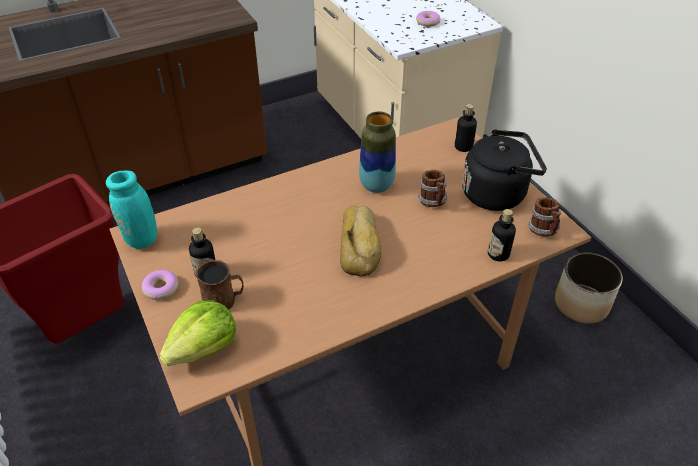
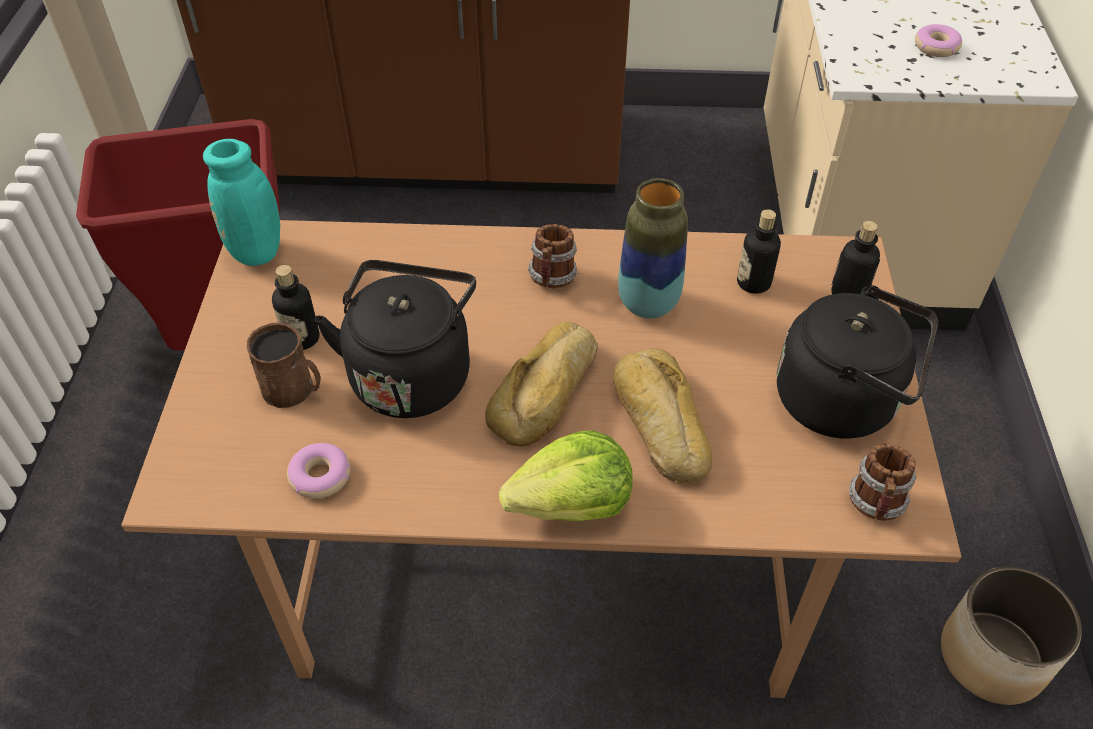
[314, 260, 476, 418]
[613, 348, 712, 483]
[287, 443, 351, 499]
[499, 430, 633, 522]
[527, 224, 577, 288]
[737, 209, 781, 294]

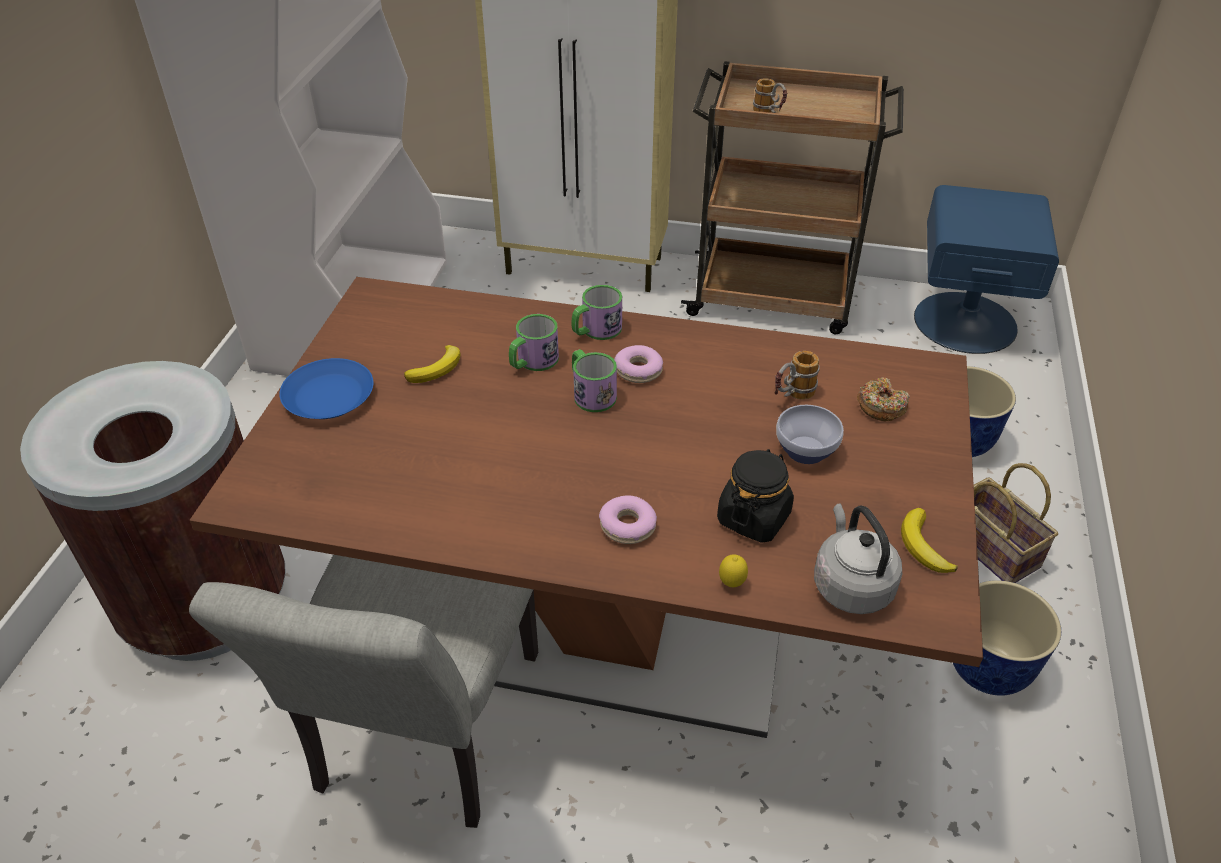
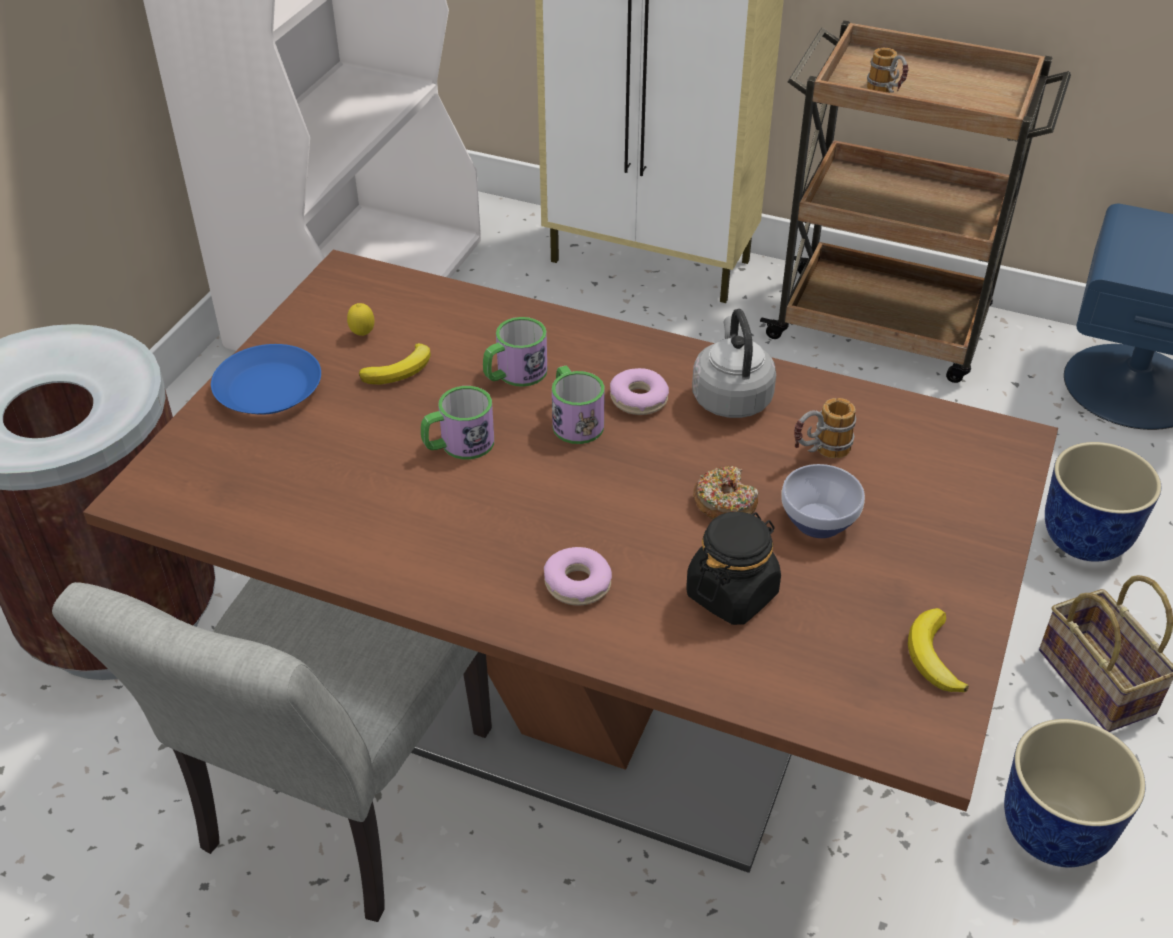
[421, 386, 494, 460]
[347, 303, 374, 336]
[692, 309, 776, 418]
[693, 466, 758, 520]

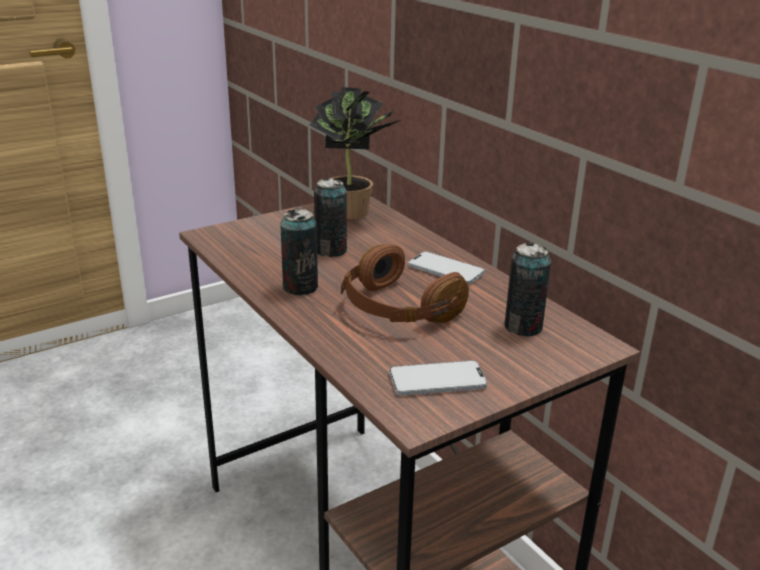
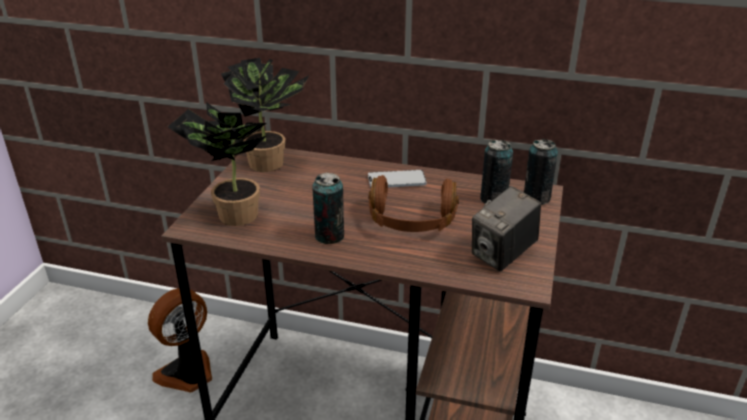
[148, 288, 212, 392]
[168, 102, 267, 226]
[524, 139, 558, 205]
[472, 186, 541, 271]

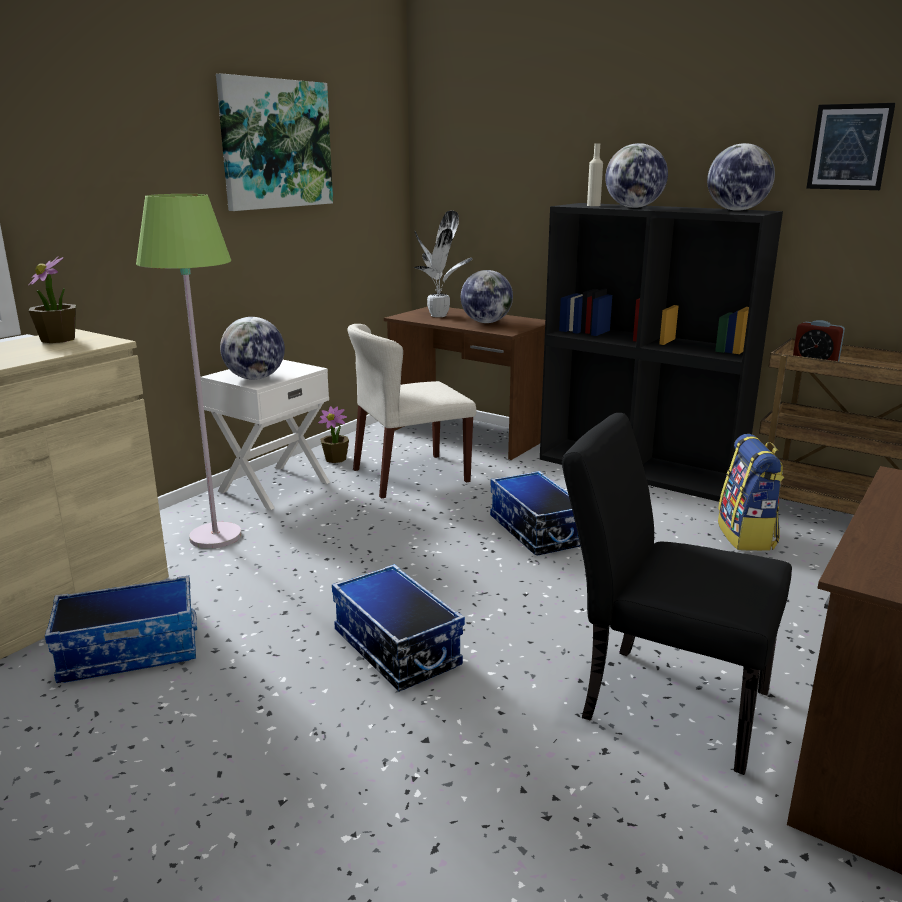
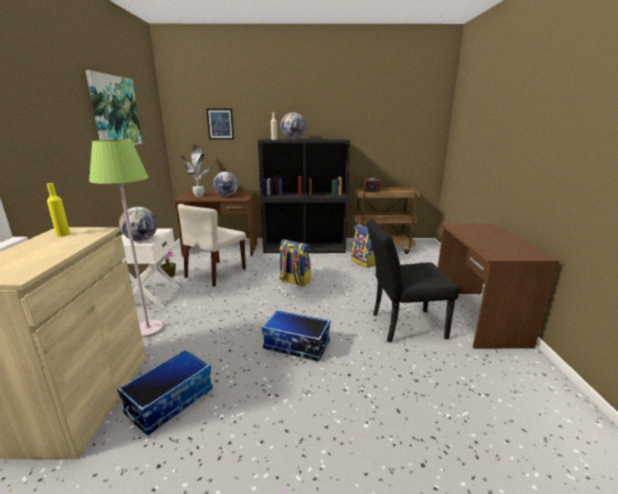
[707, 143, 775, 211] (first image)
[206, 108, 234, 140]
[47, 183, 70, 237]
[279, 239, 311, 287]

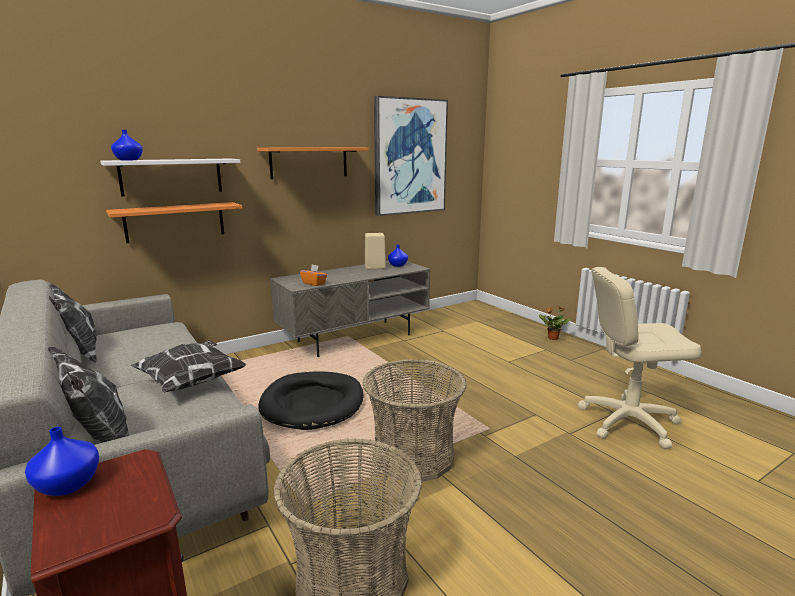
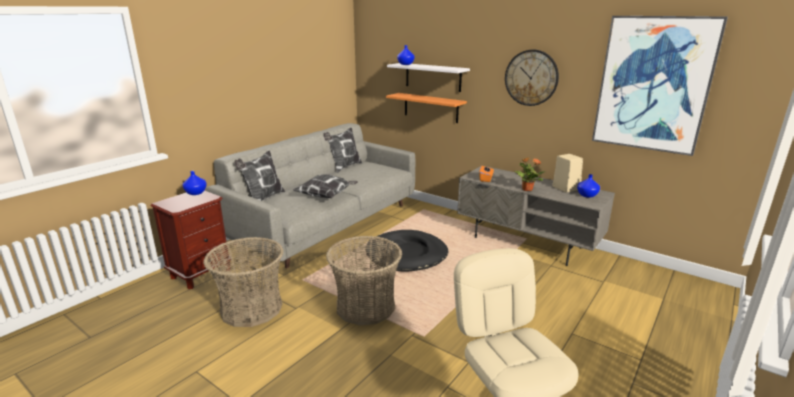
[514, 157, 546, 191]
[505, 50, 559, 106]

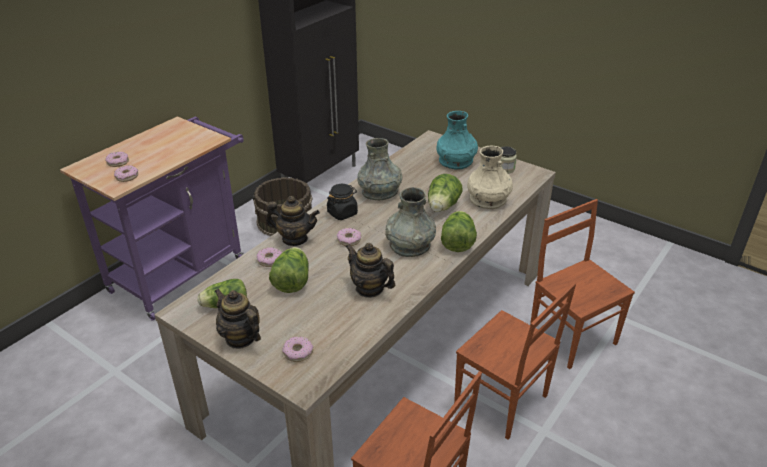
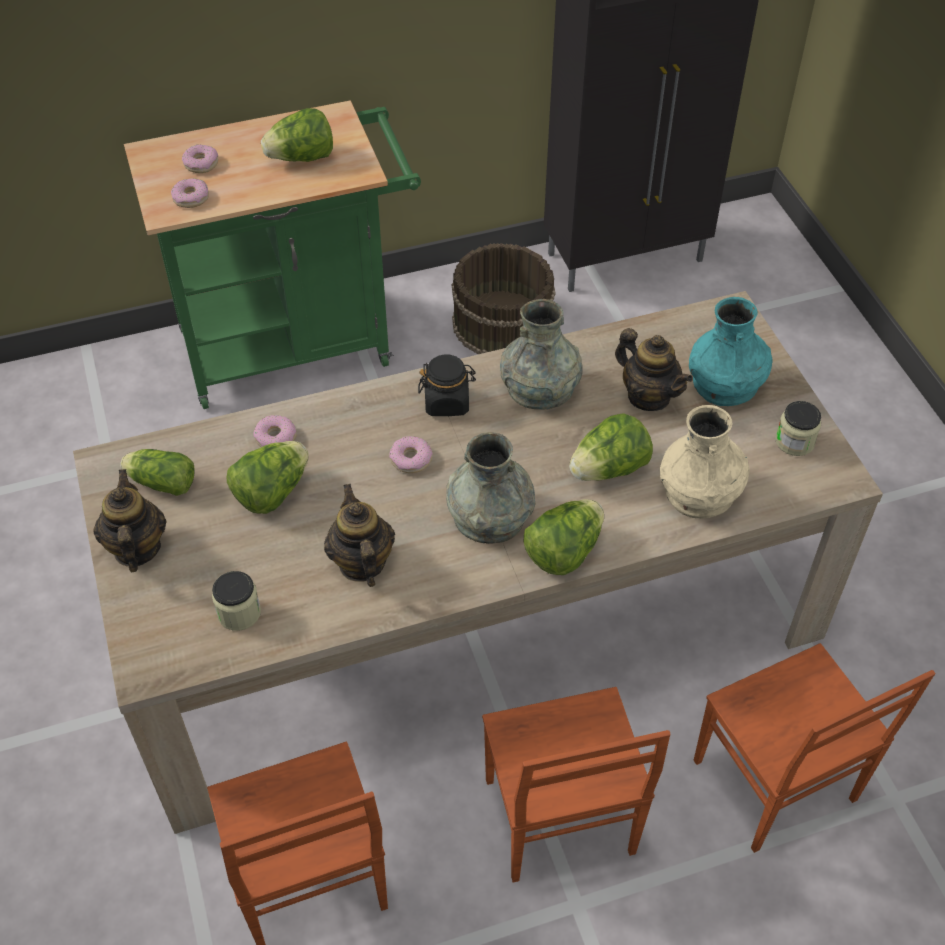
[282, 337, 313, 362] (first image)
[212, 571, 261, 631]
[261, 108, 333, 162]
[615, 328, 693, 411]
[124, 100, 421, 409]
[694, 643, 935, 853]

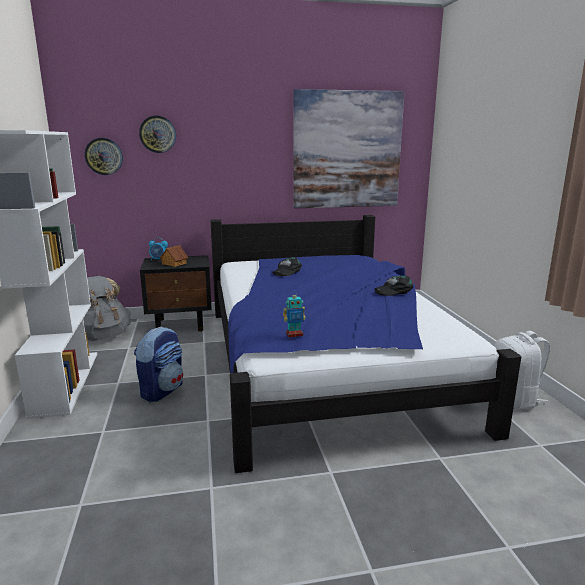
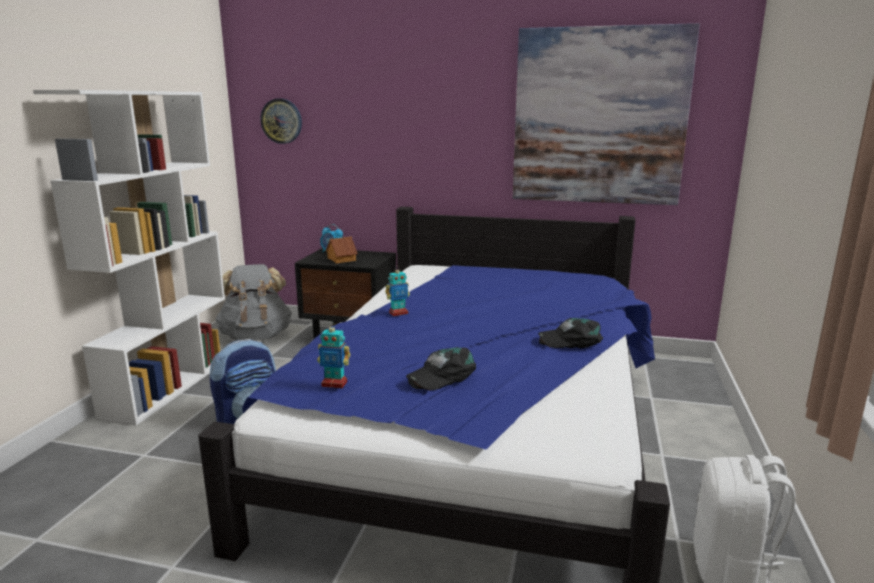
[139, 116, 176, 153] (first image)
[385, 265, 410, 316]
[406, 347, 476, 390]

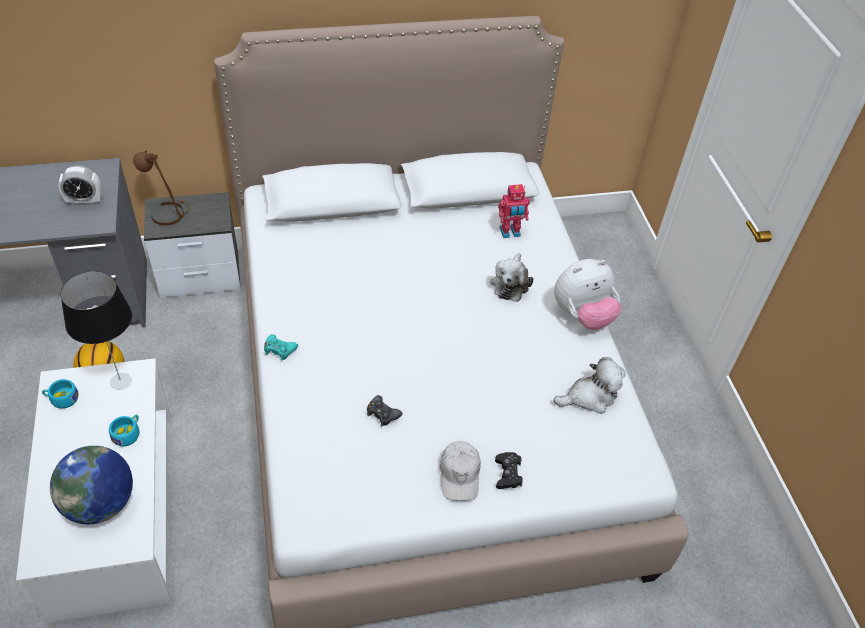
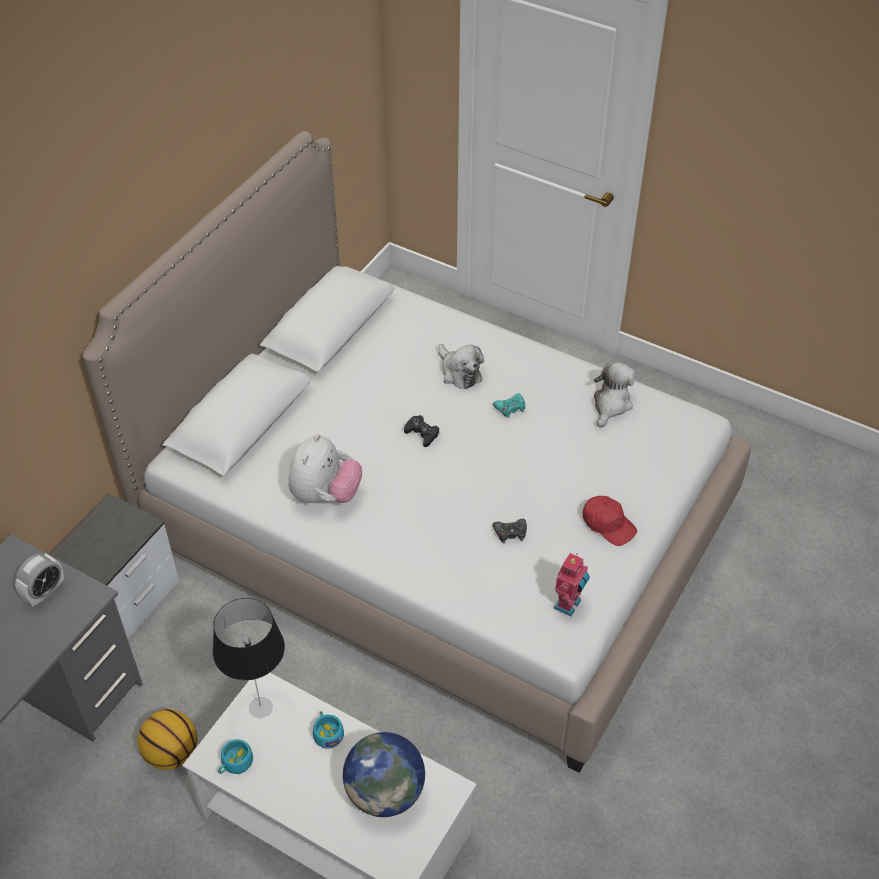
[133, 150, 189, 226] (first image)
[493, 393, 525, 418]
[404, 415, 439, 447]
[553, 553, 590, 616]
[288, 434, 362, 503]
[583, 496, 637, 546]

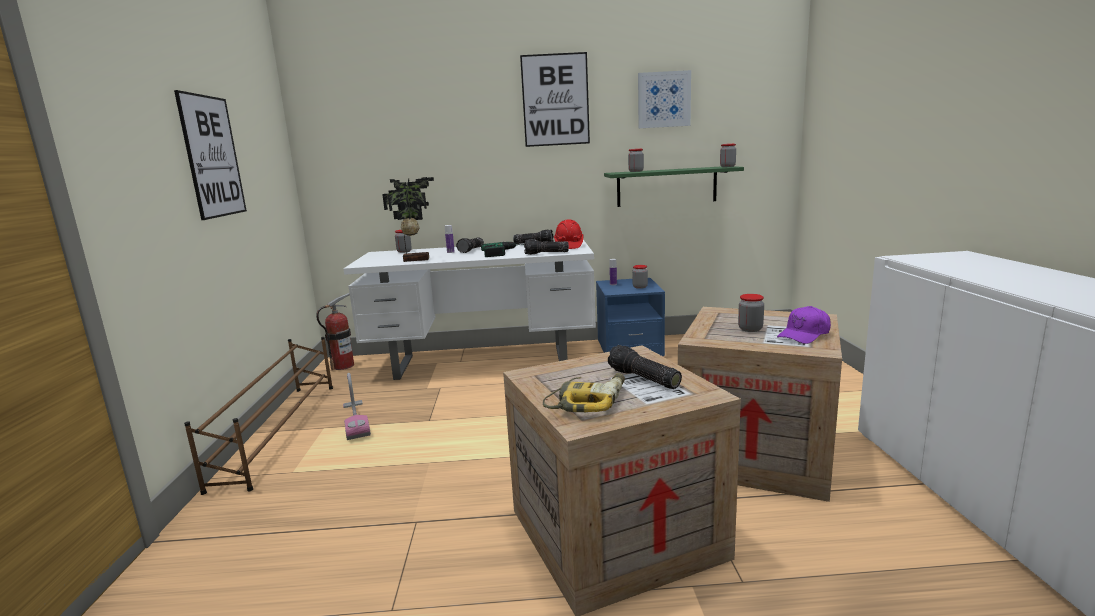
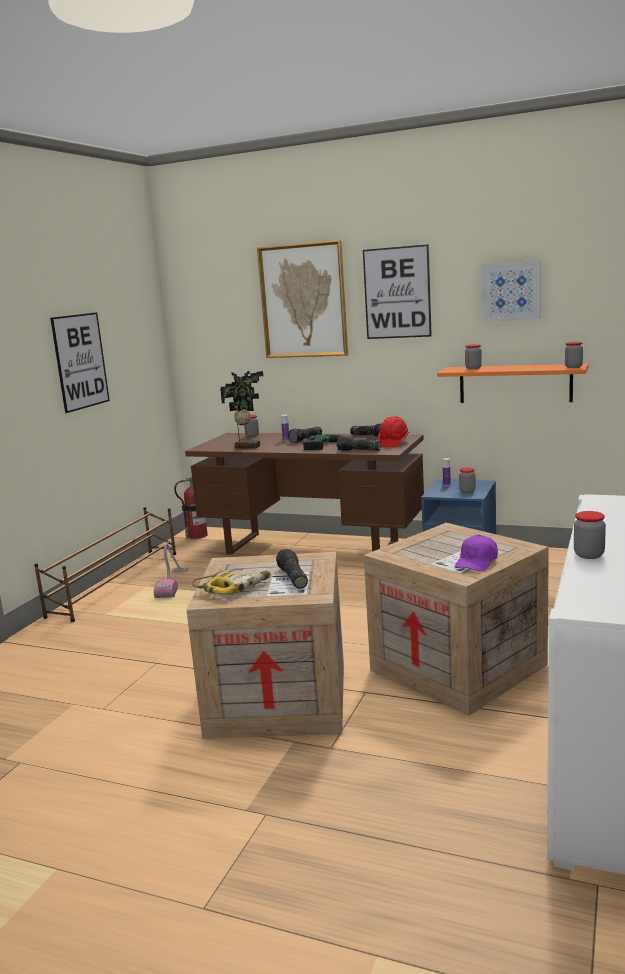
[257, 240, 348, 358]
[574, 511, 606, 559]
[185, 433, 424, 555]
[437, 364, 589, 403]
[455, 535, 498, 572]

